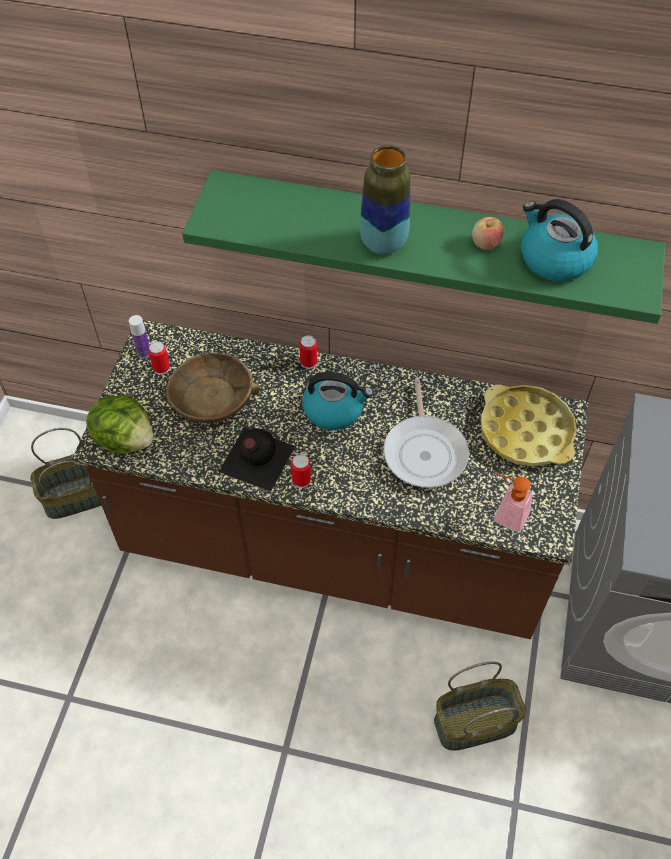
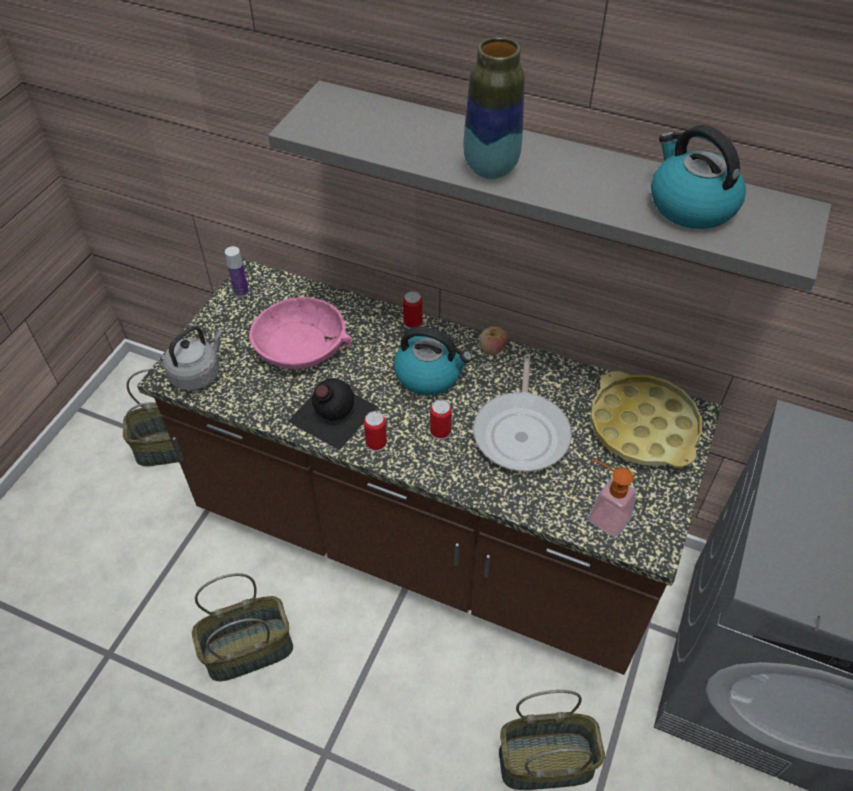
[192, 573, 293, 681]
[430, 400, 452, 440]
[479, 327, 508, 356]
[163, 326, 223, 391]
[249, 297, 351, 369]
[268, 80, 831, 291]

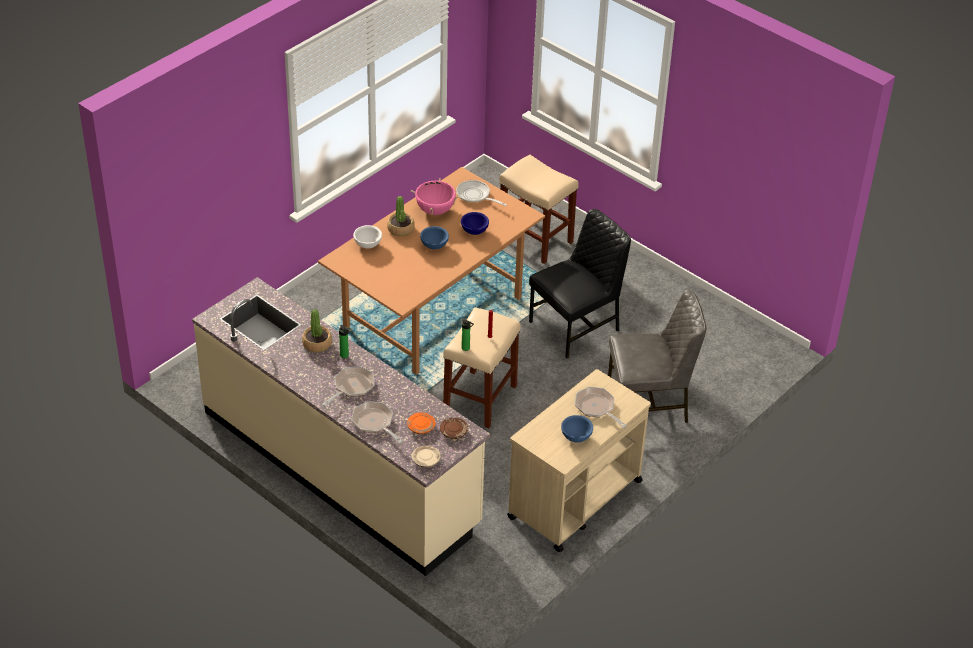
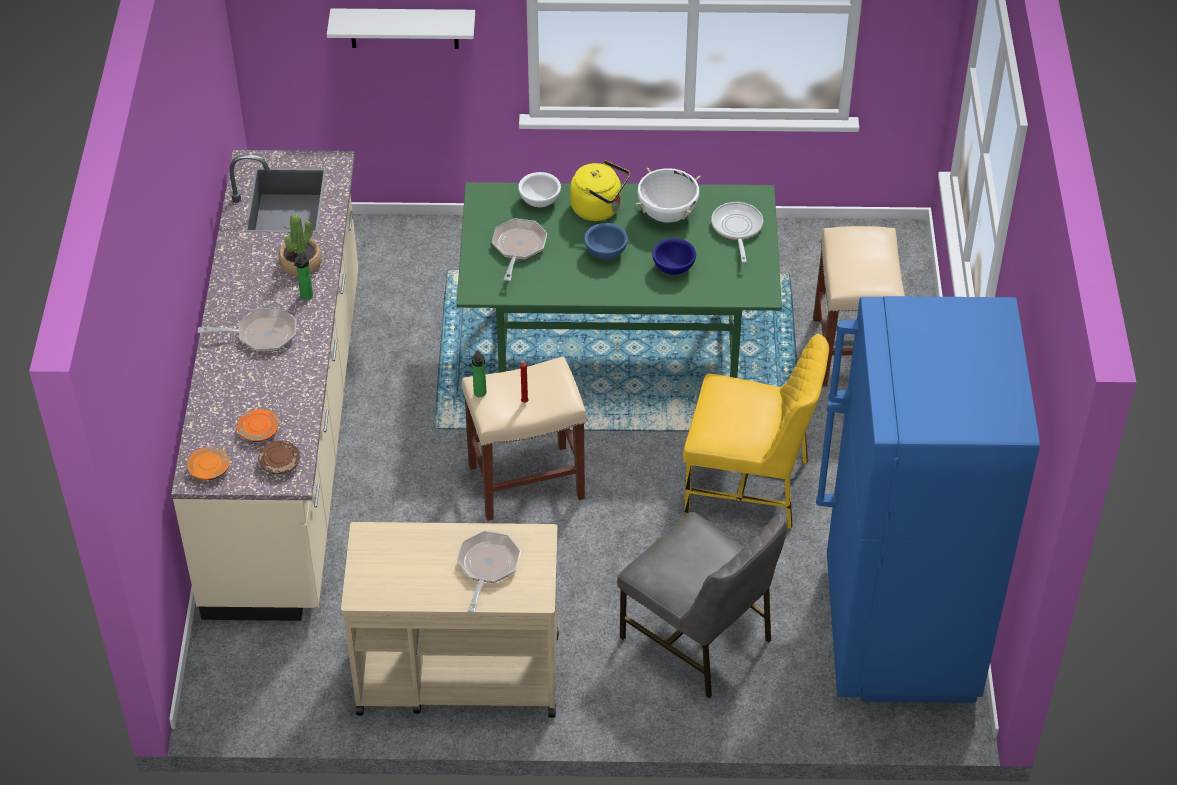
[561, 415, 593, 442] (first image)
[327, 8, 475, 49]
[816, 296, 1040, 703]
[492, 218, 547, 281]
[570, 160, 630, 221]
[456, 182, 782, 378]
[636, 168, 701, 223]
[187, 447, 230, 480]
[683, 334, 829, 529]

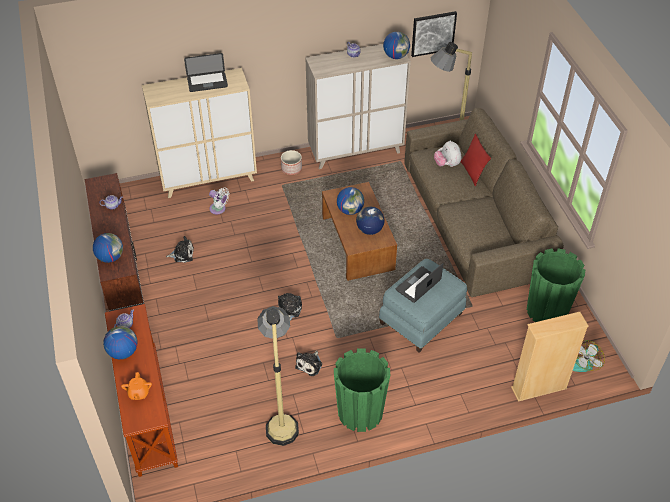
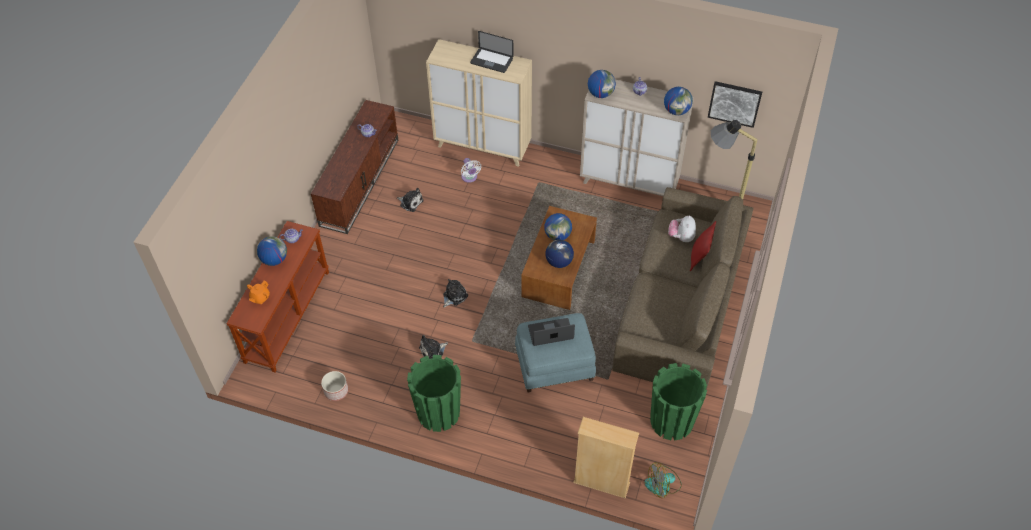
[257, 306, 299, 446] (first image)
[588, 70, 616, 98]
[321, 371, 348, 401]

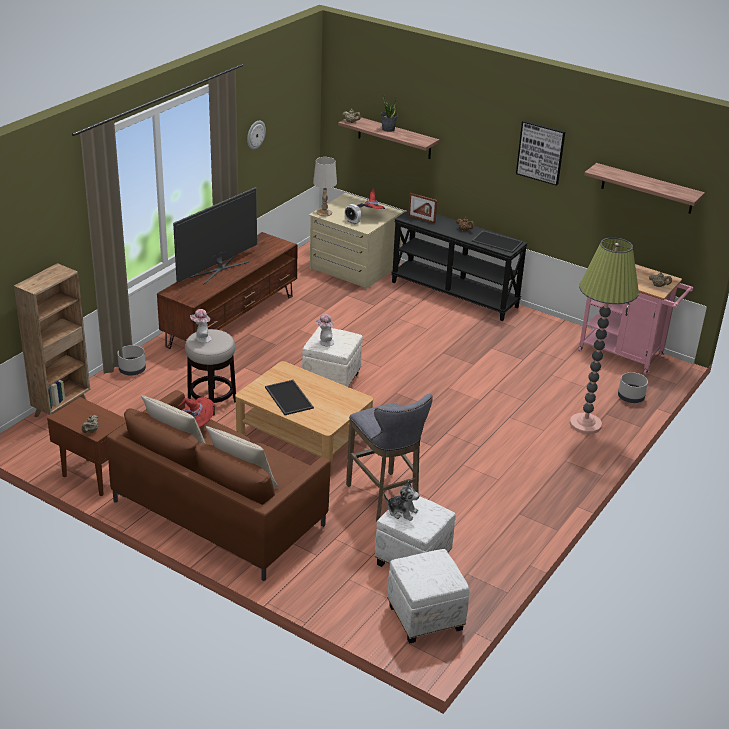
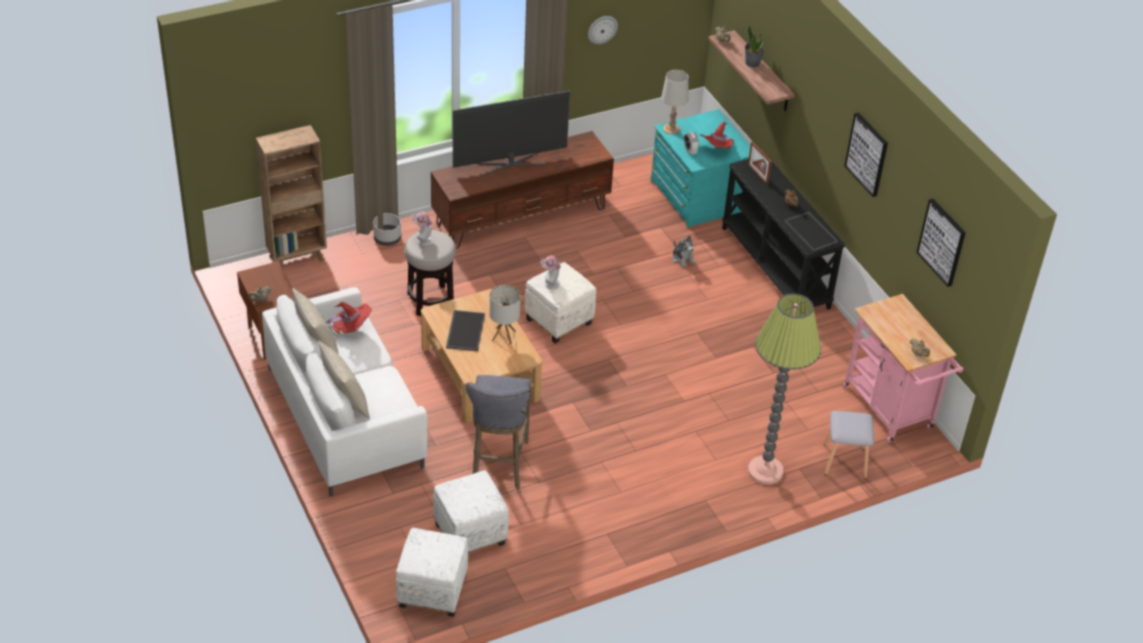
[489, 285, 521, 344]
[672, 235, 695, 268]
[916, 199, 966, 287]
[823, 411, 874, 479]
[262, 287, 427, 497]
[651, 109, 750, 227]

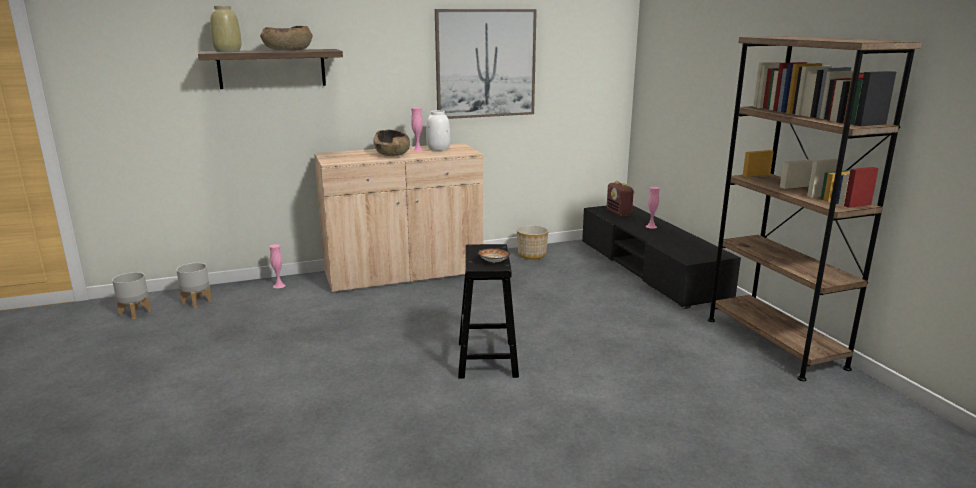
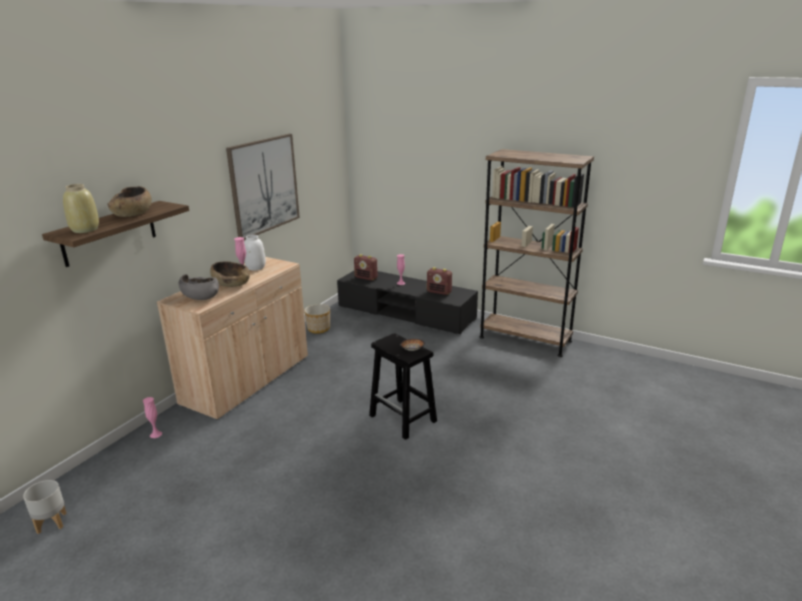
[176, 263, 212, 308] (first image)
[179, 274, 219, 300]
[427, 267, 452, 295]

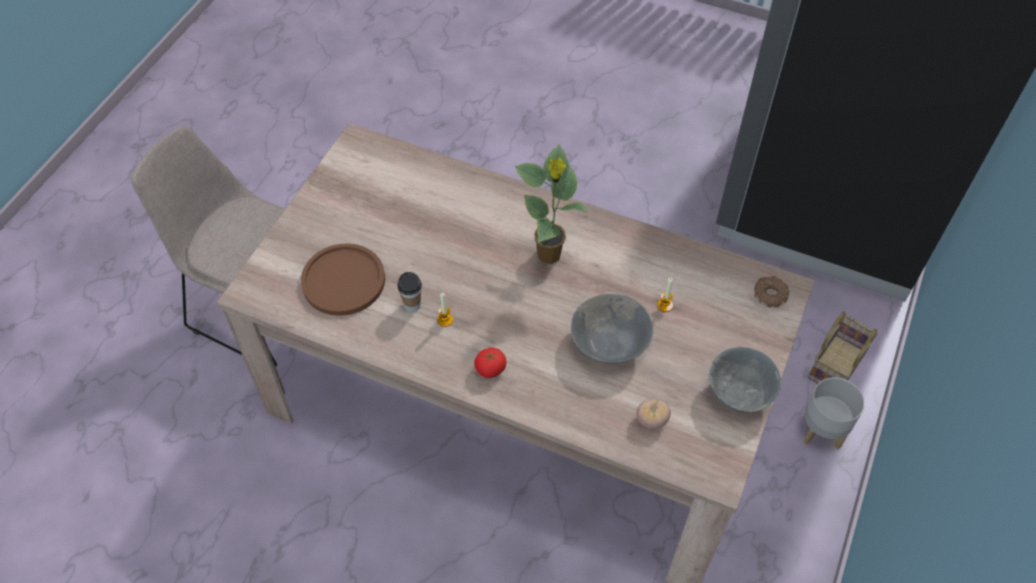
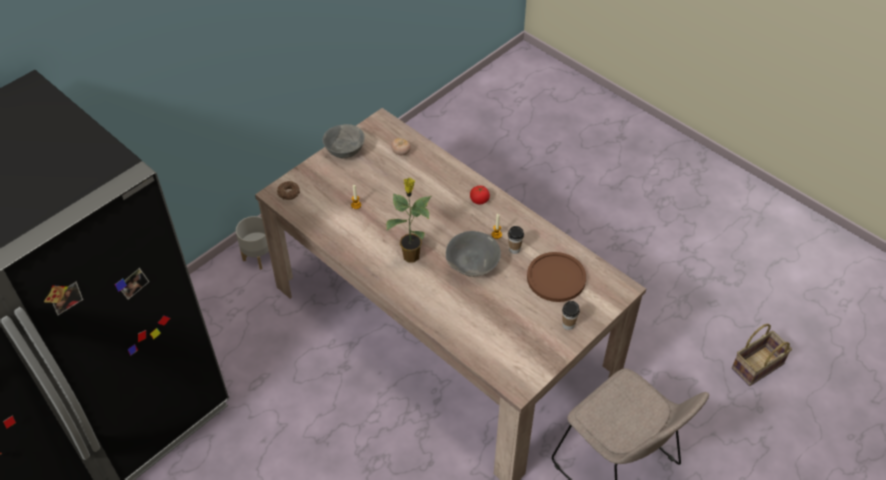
[562, 301, 580, 330]
[446, 231, 501, 277]
[732, 324, 792, 386]

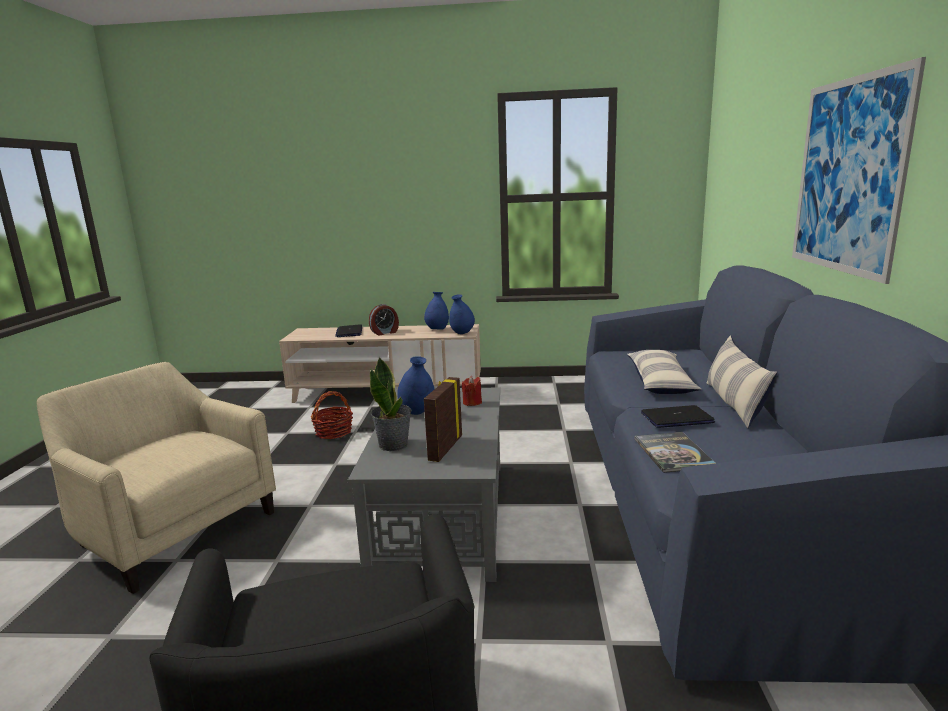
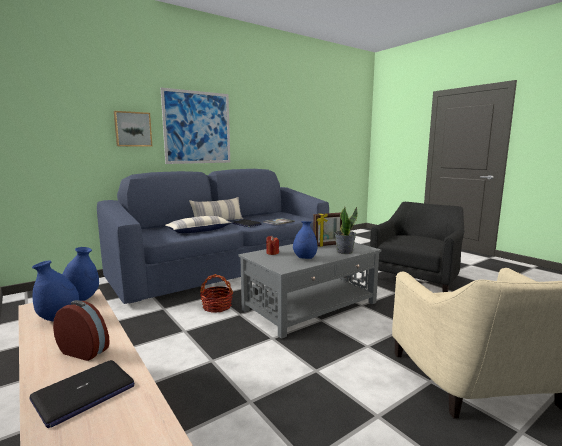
[114, 111, 153, 147]
[200, 274, 233, 313]

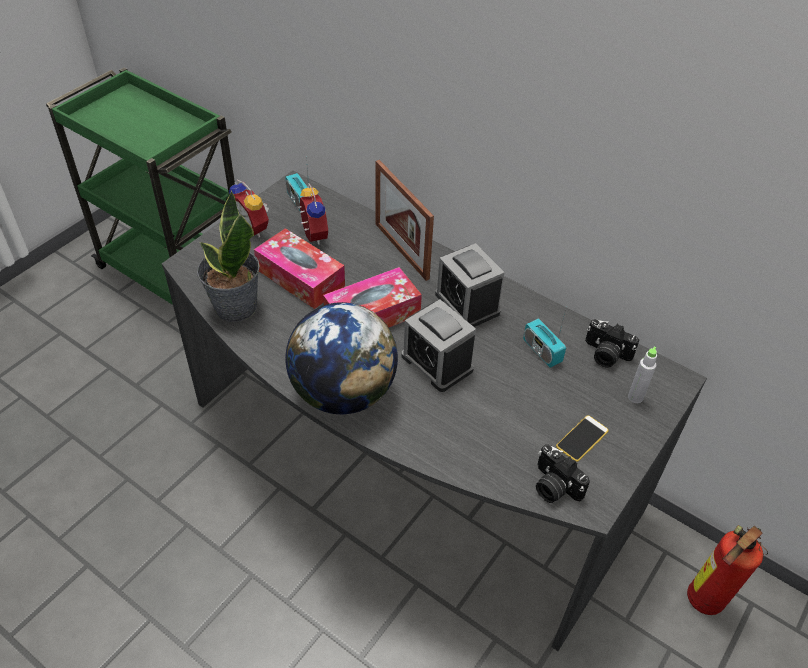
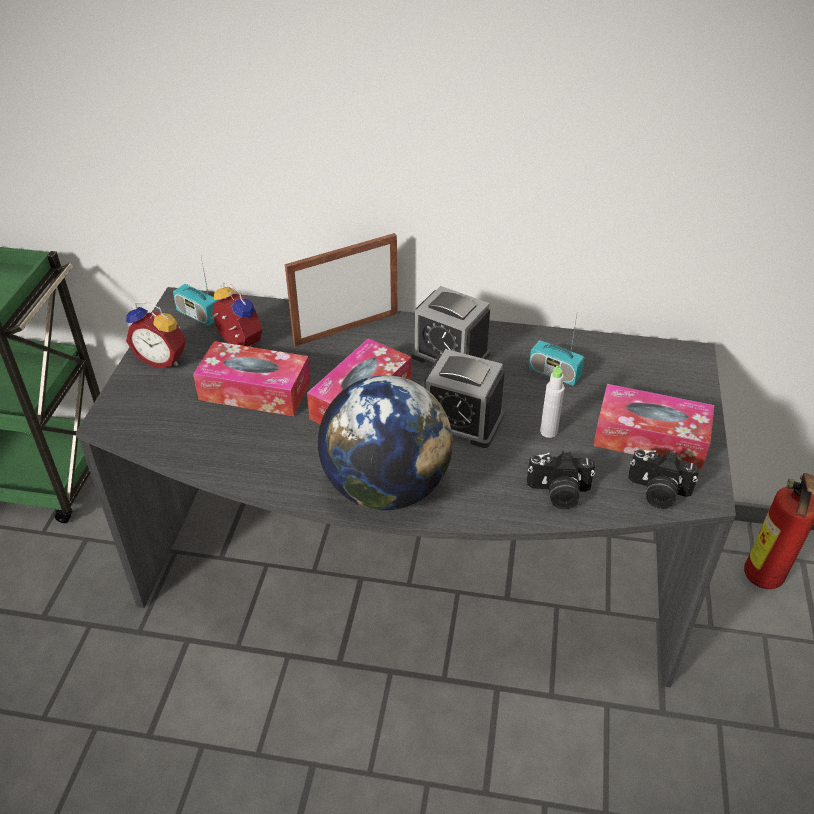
[197, 190, 260, 322] (first image)
[527, 451, 595, 509]
[540, 366, 565, 438]
[593, 384, 714, 470]
[285, 233, 398, 346]

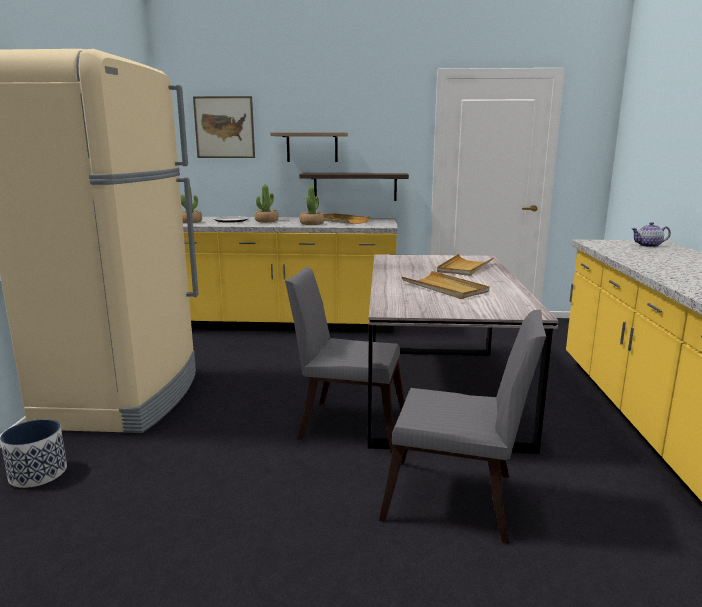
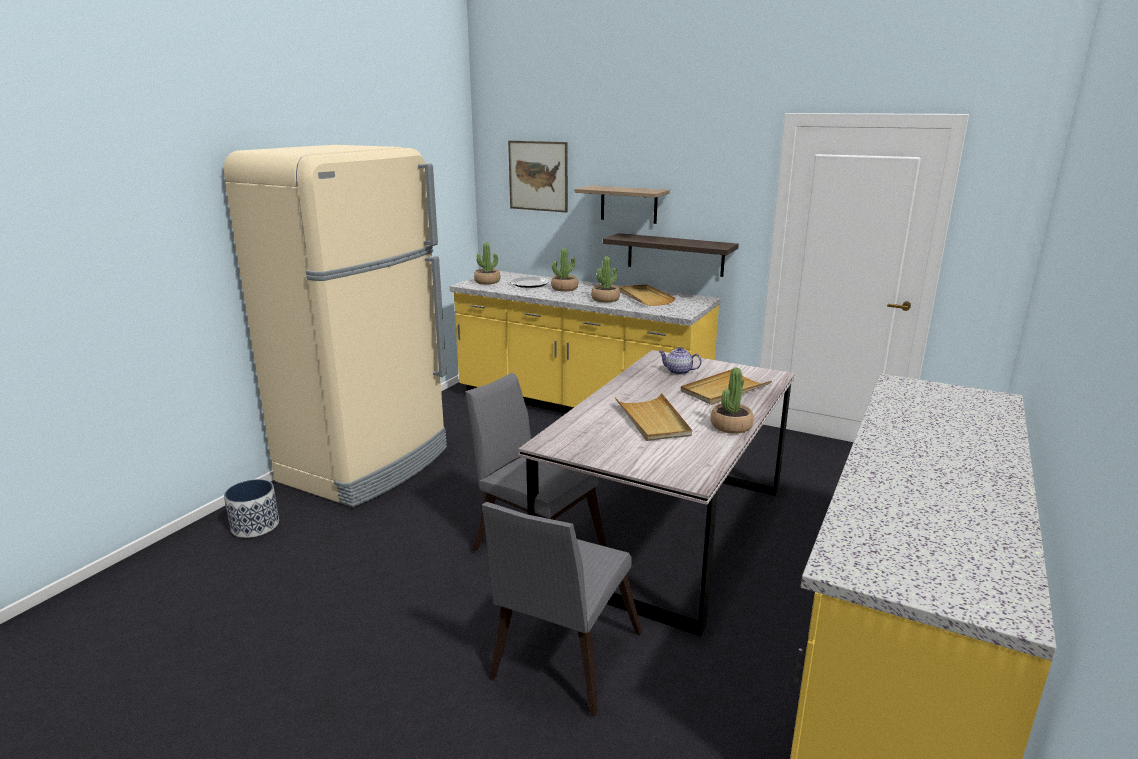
[710, 368, 754, 434]
[658, 347, 702, 375]
[482, 502, 642, 716]

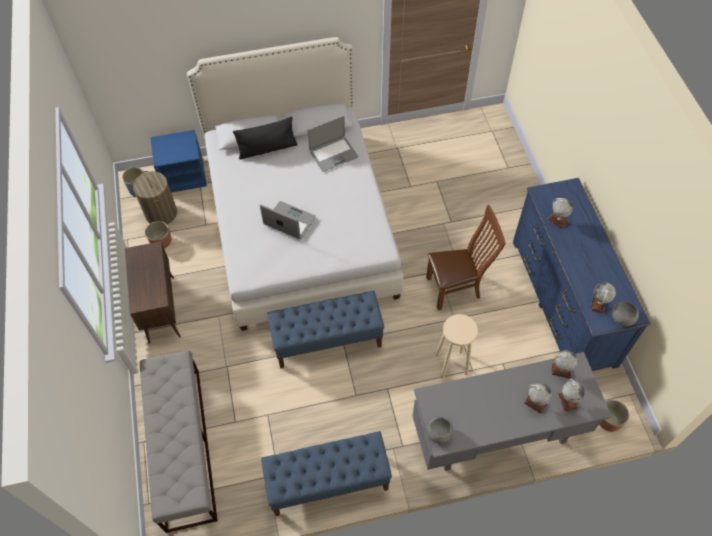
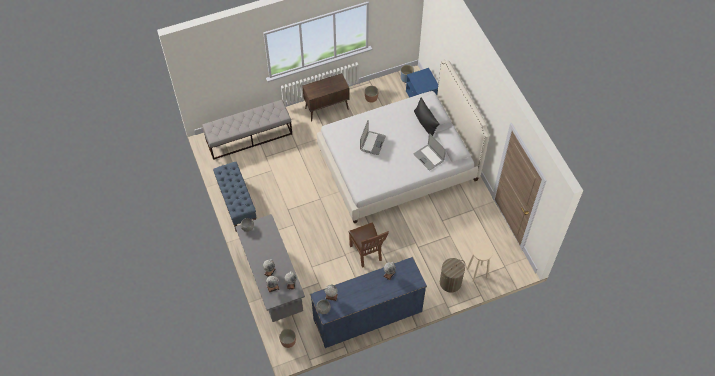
[267, 291, 384, 368] (first image)
[440, 258, 465, 293]
[467, 243, 493, 282]

